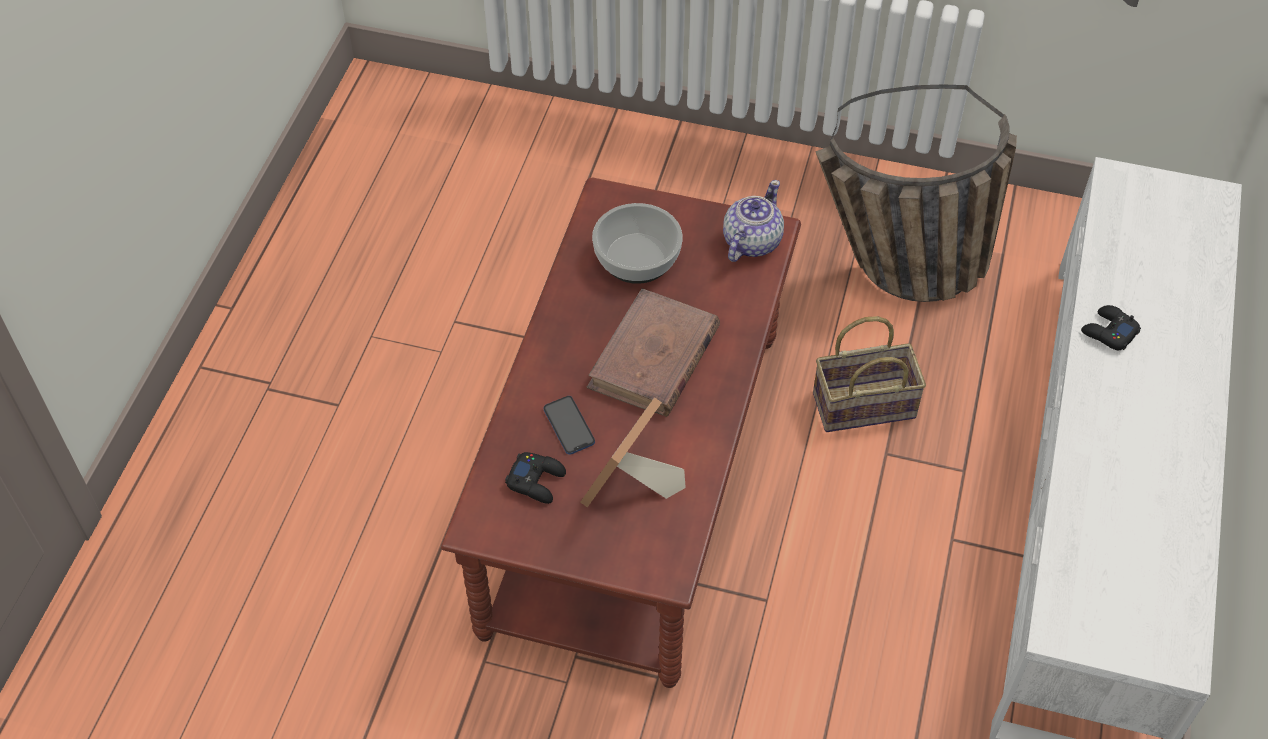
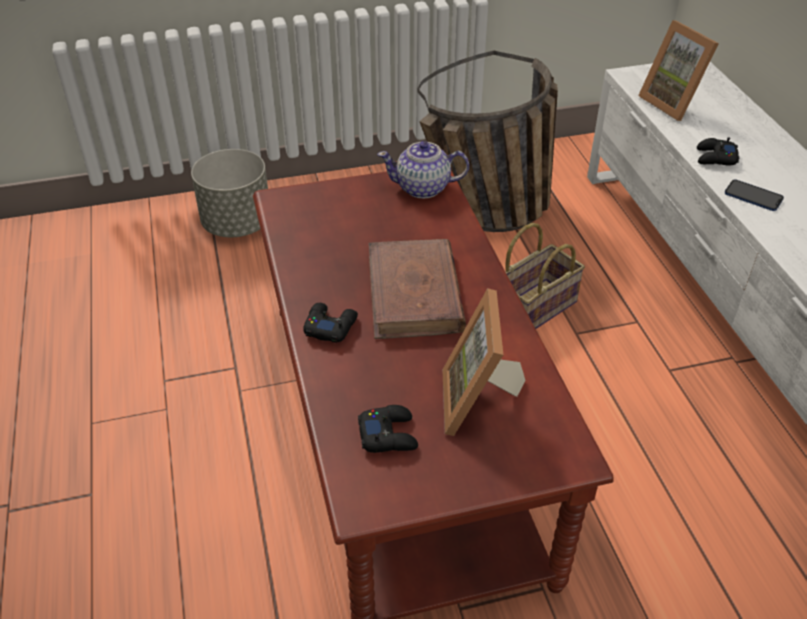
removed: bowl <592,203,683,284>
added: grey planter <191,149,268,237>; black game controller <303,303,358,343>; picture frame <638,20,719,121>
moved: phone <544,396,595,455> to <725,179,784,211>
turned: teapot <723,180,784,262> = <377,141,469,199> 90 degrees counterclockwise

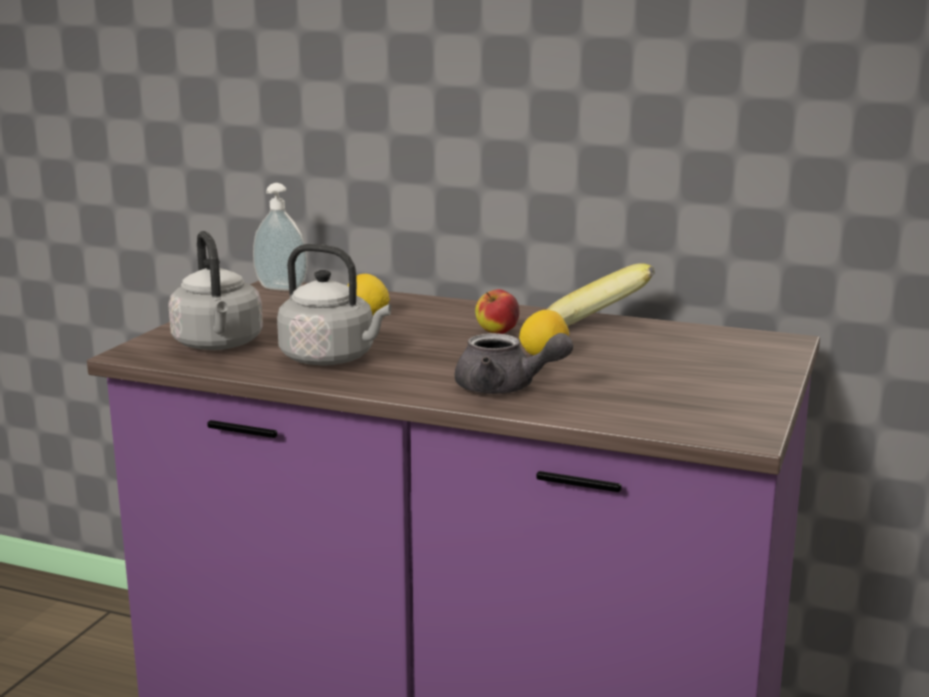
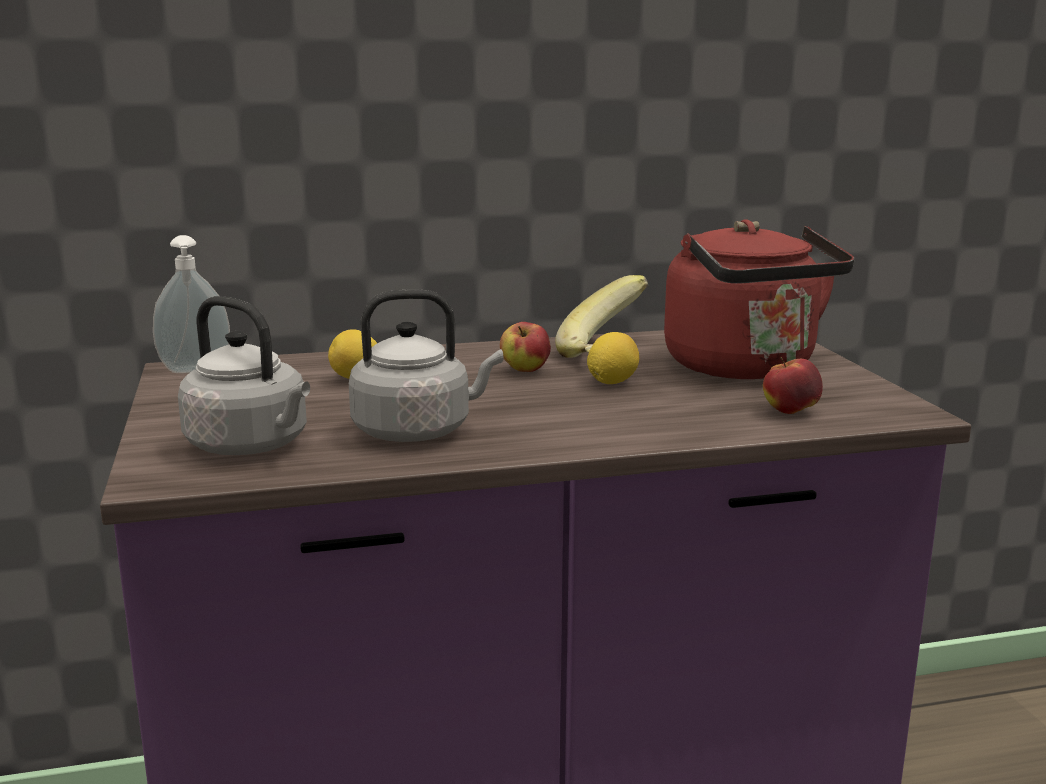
removed: grey teapot <455,333,573,394>
added: red kettle <664,219,854,379>; apple <763,357,823,414>

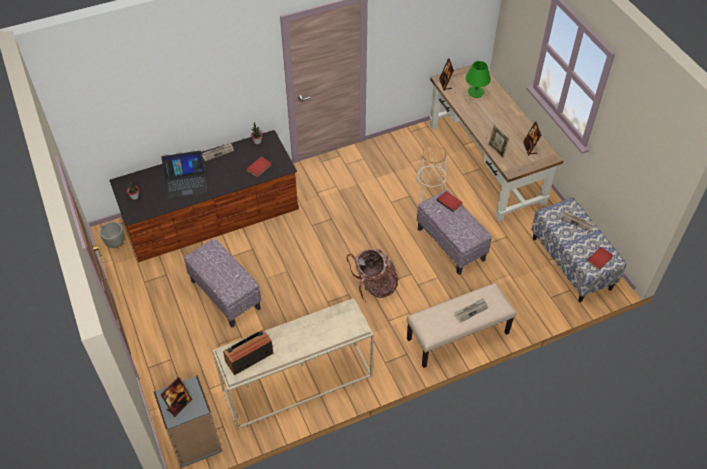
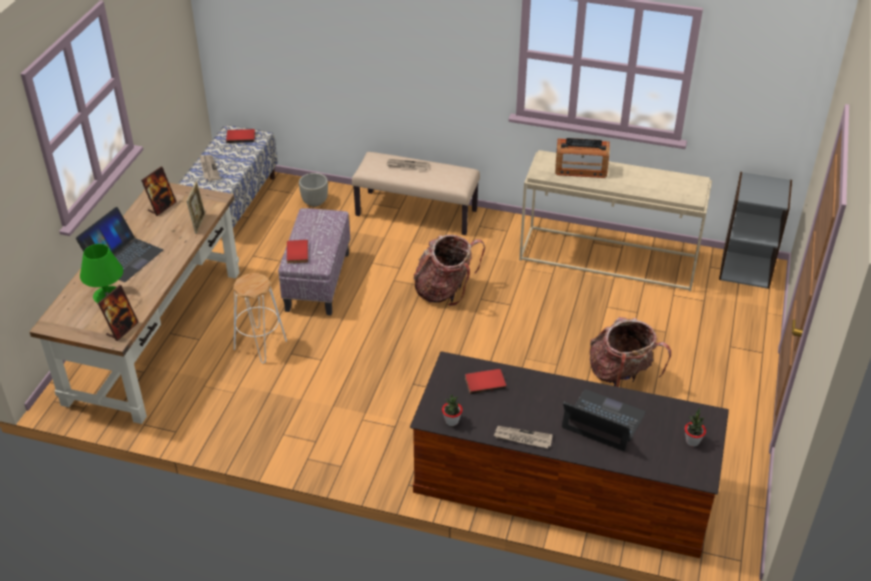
removed: picture frame <160,377,192,417>
added: laptop <76,207,163,282>
moved: grey planter <99,222,124,248> to <299,173,328,207>; radio <223,330,273,375> to <555,138,610,178>
replaced: ottoman <184,239,261,327> to backpack <589,317,671,387>

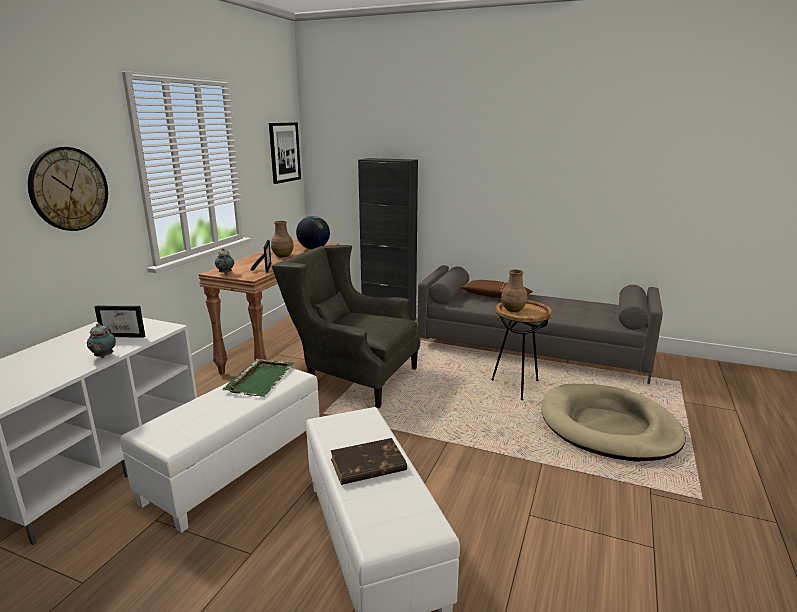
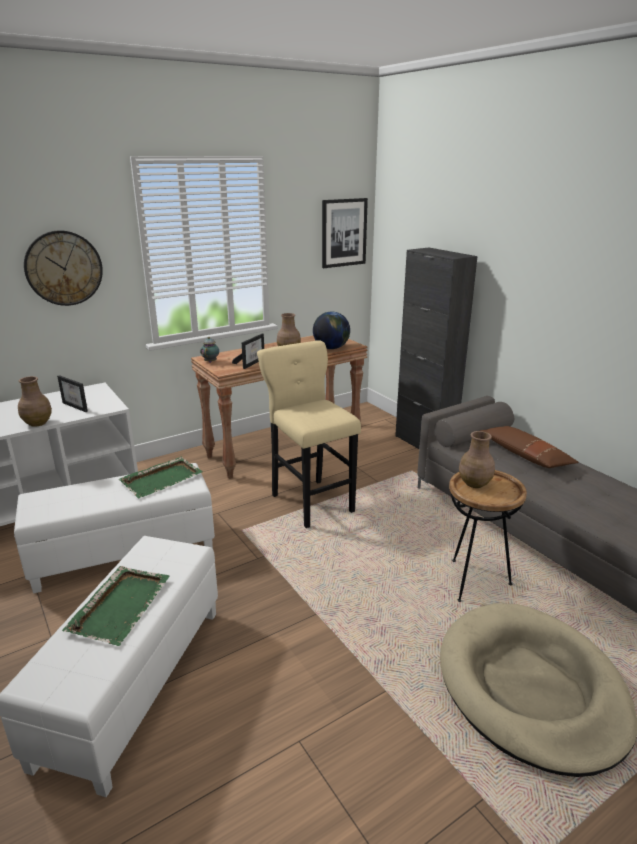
replaced: teapot <87,323,116,358> to brown vase <18,376,52,427>; brown book <330,438,407,485> to green tray <62,566,170,646>; grey armchair <272,245,420,408> to beige stool <257,340,361,528>

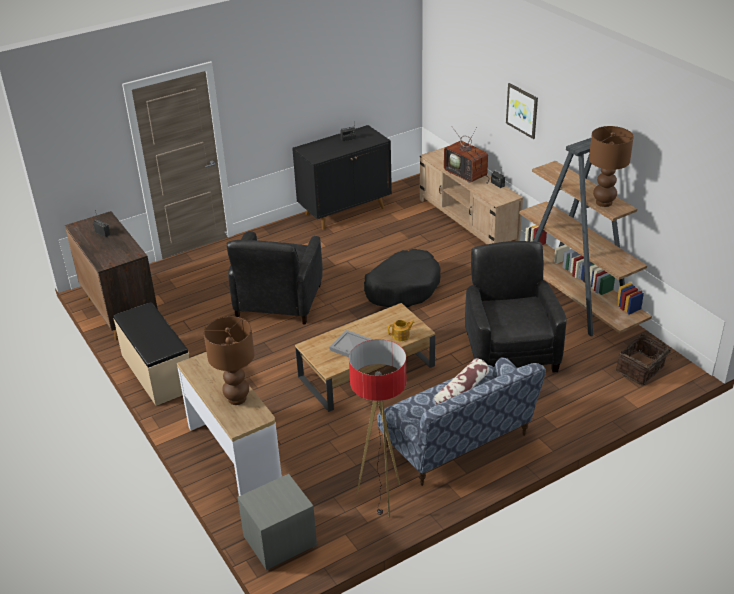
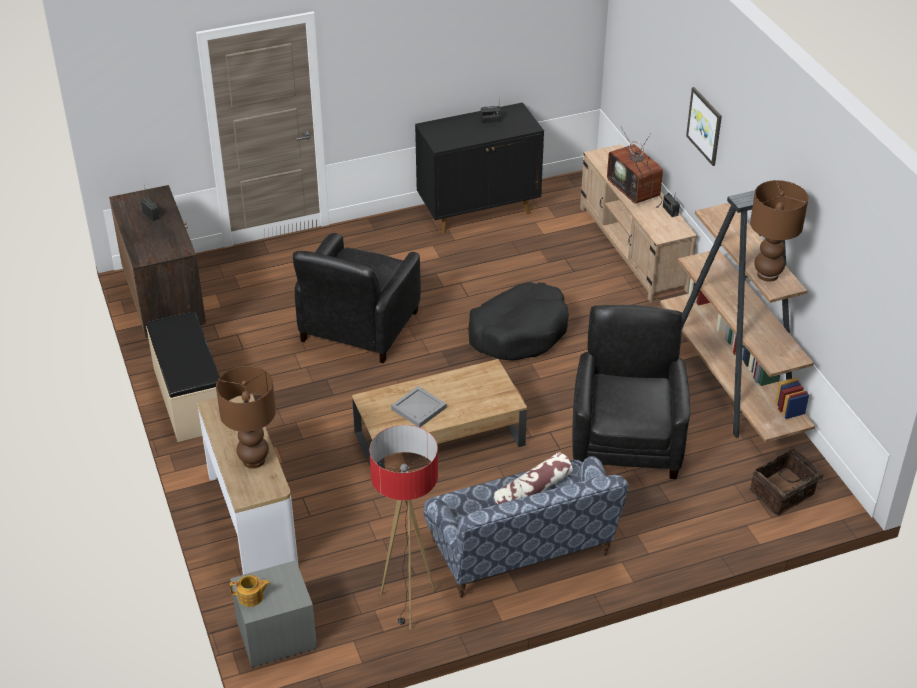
moved: teapot <388,320,415,341> to <230,575,270,607>

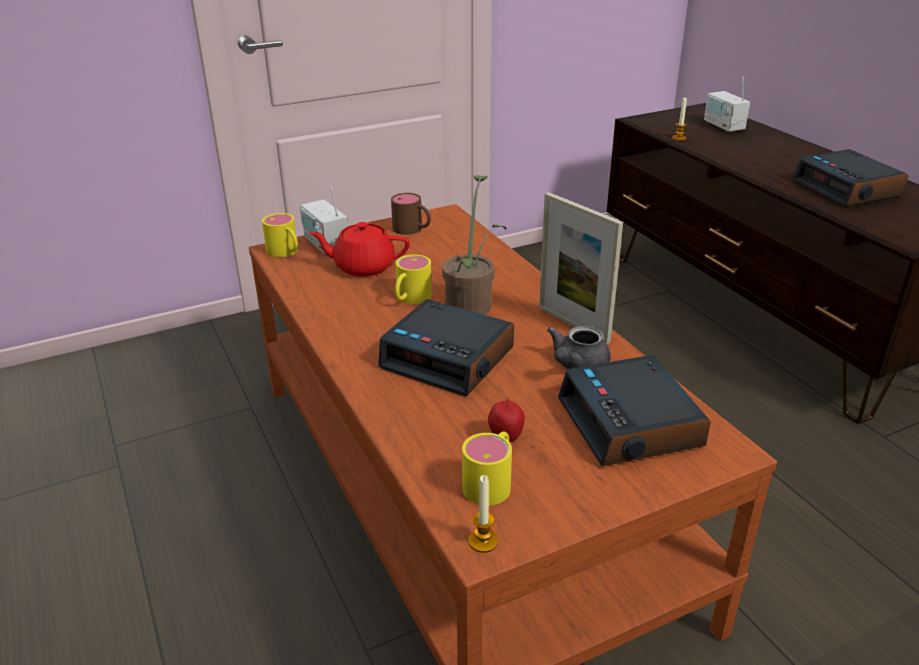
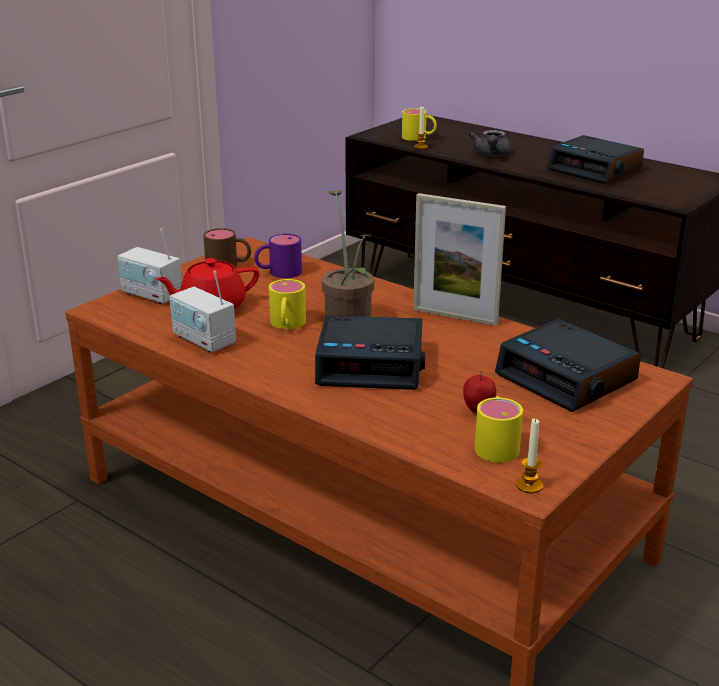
added: purple mug <254,233,302,278>
moved: radio <704,77,750,132> to <170,271,236,353>; yellow mug <262,213,298,257> to <402,108,437,141>; grey teapot <547,326,611,369> to <469,130,511,156>

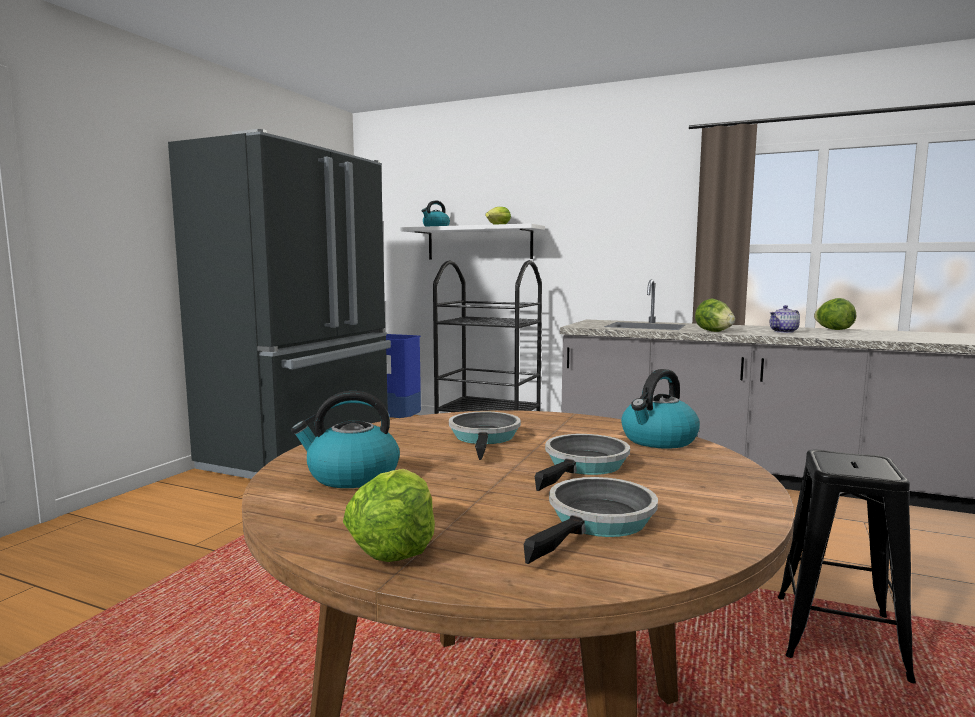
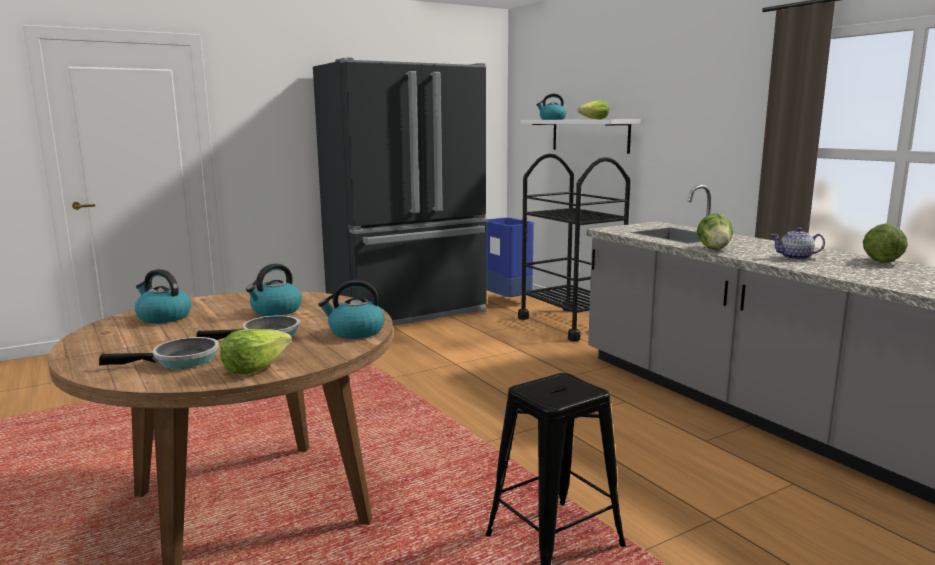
moved: lettuce <343,469,435,562> to <220,329,292,375>
replaced: frying pan <449,412,521,460> to kettle <246,263,302,316>

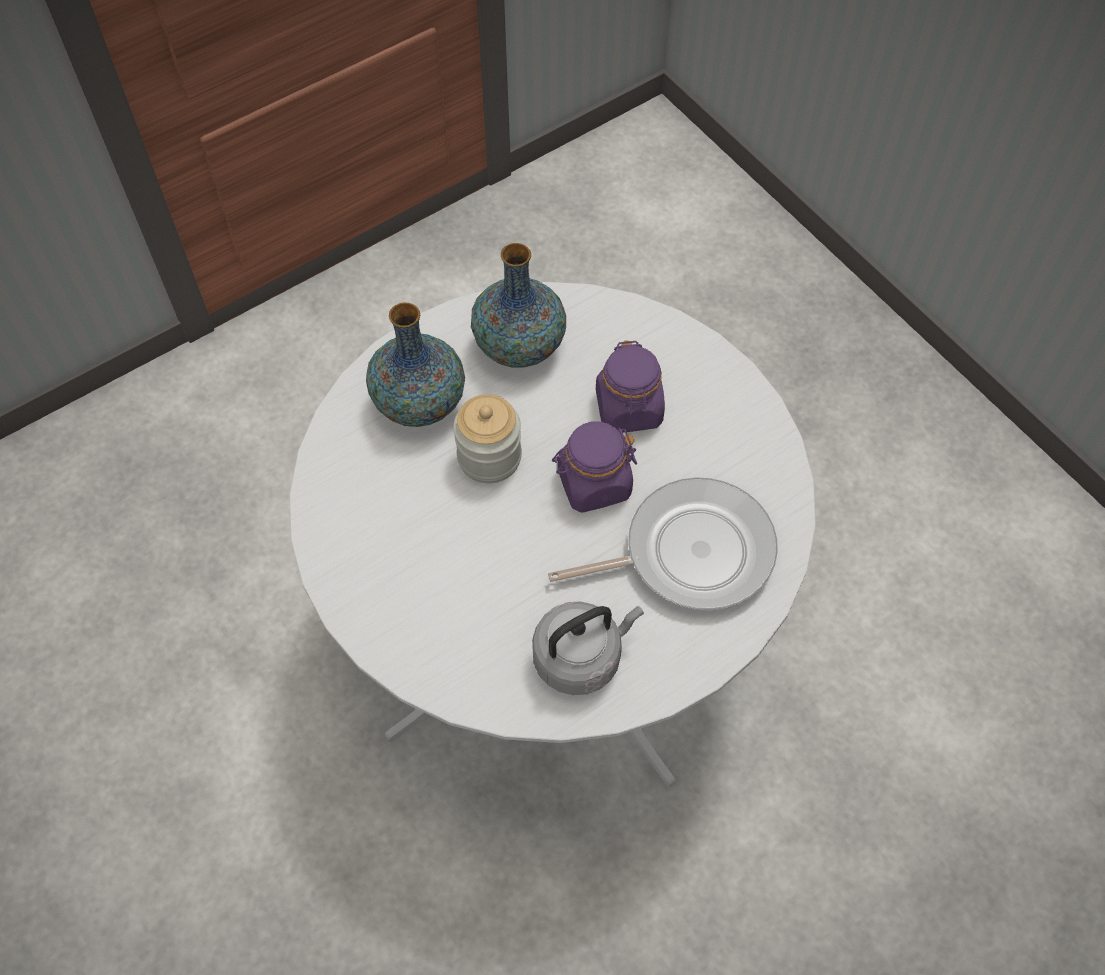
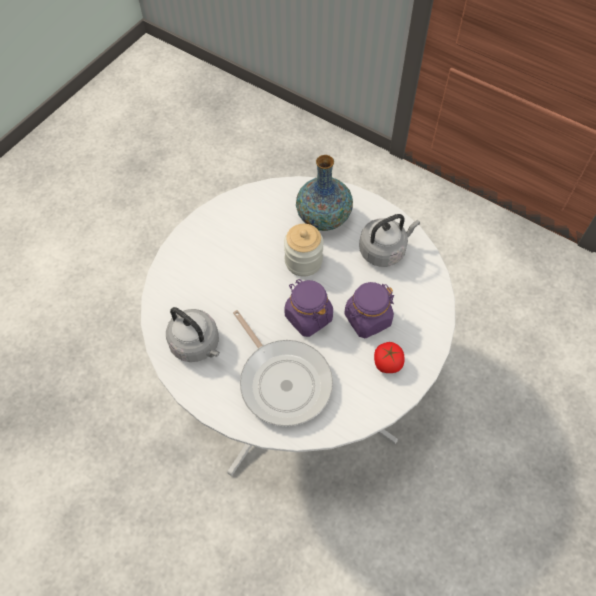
added: tomato <374,342,405,373>
replaced: vase <471,243,566,367> to grey kettle <359,214,420,267>

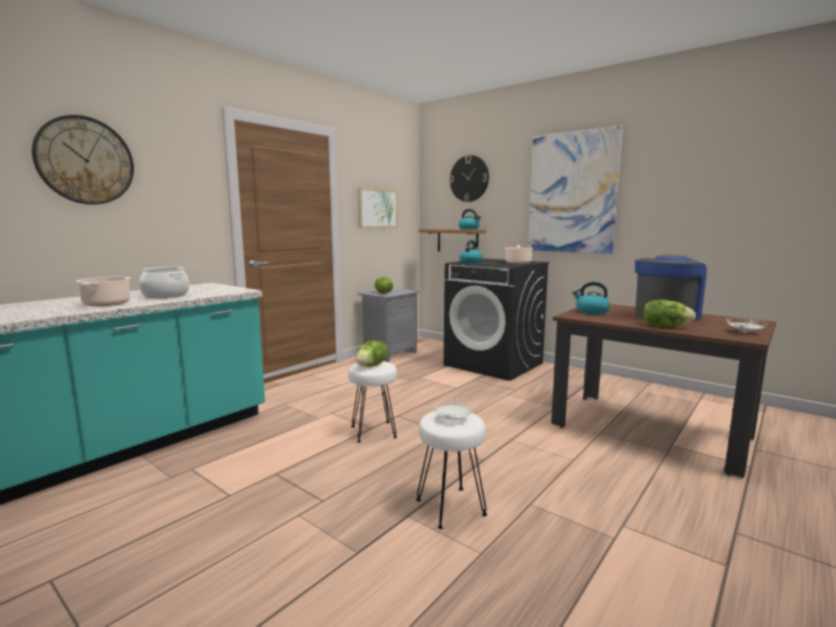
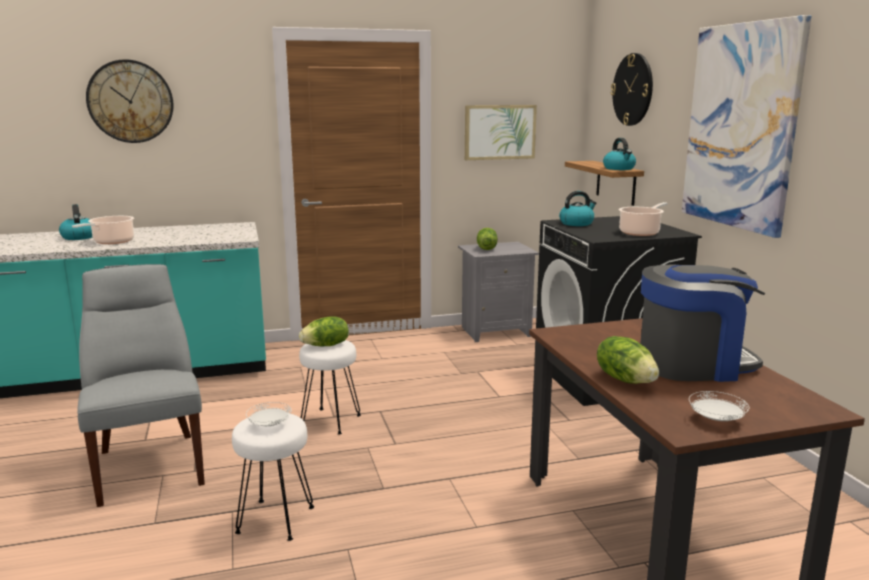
removed: cooking pot <139,267,189,298>
added: grey chair <77,264,205,507>
moved: kettle <572,282,610,314> to <59,204,93,240>

